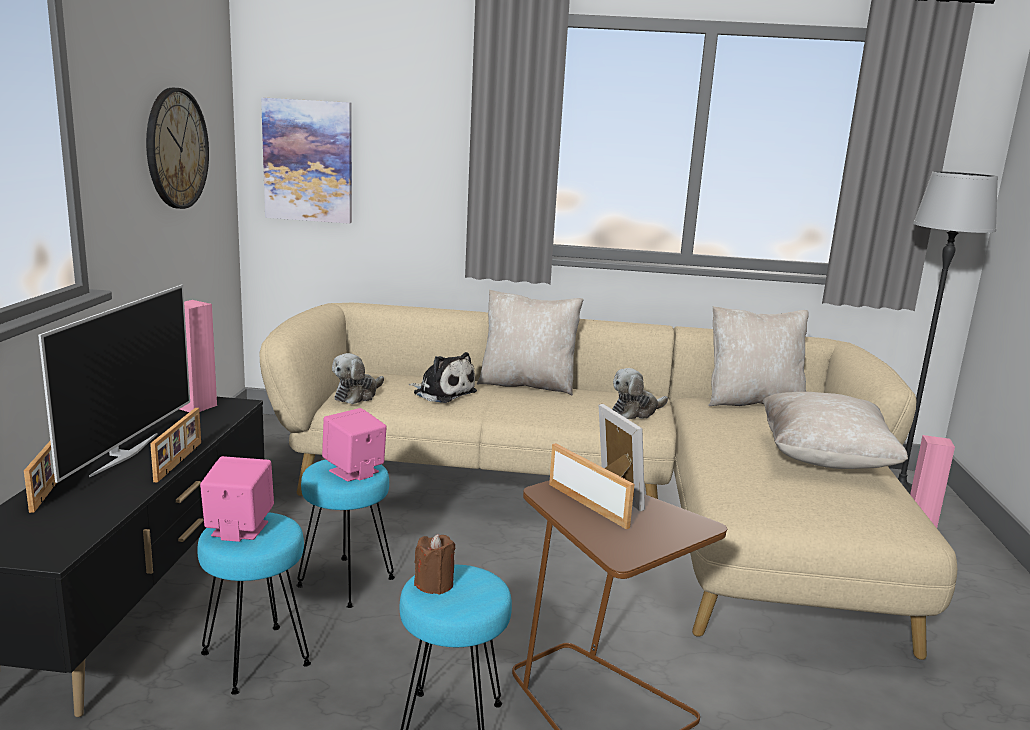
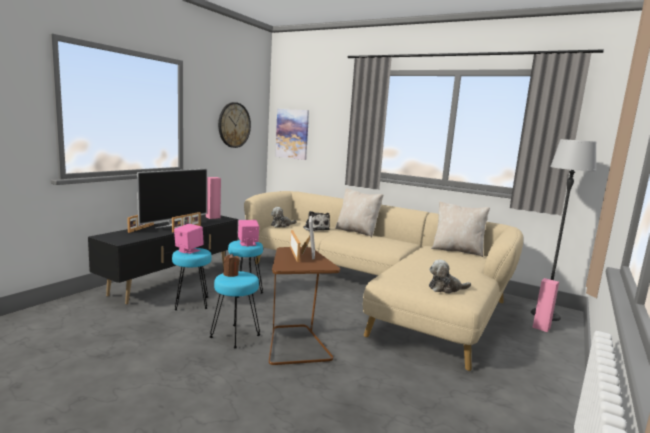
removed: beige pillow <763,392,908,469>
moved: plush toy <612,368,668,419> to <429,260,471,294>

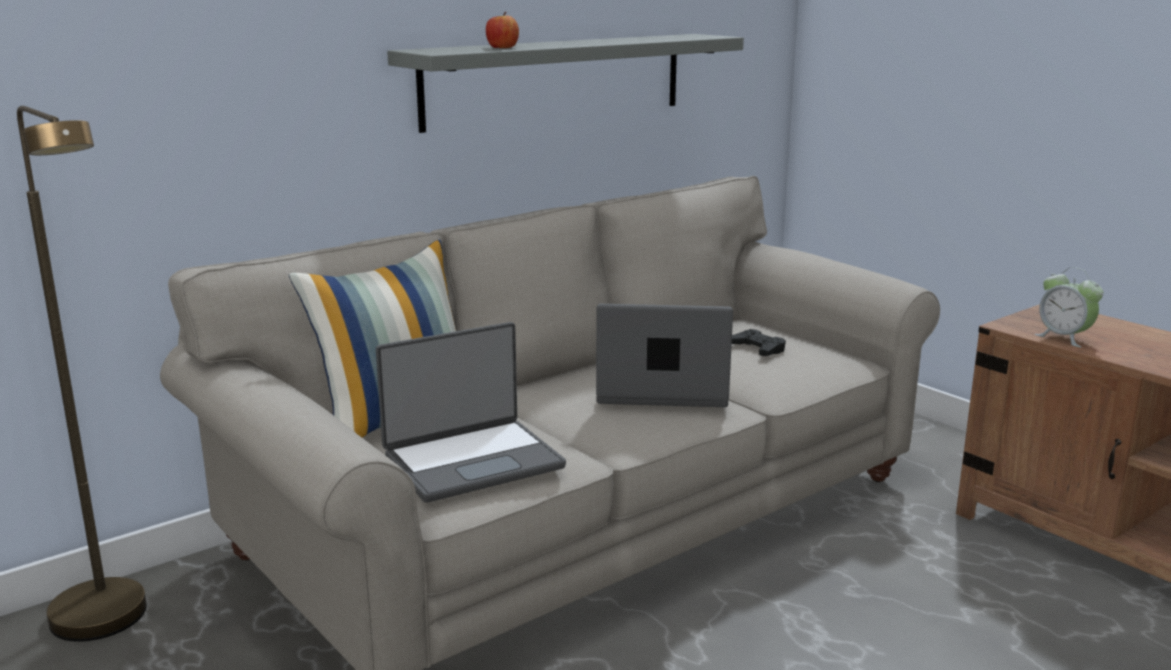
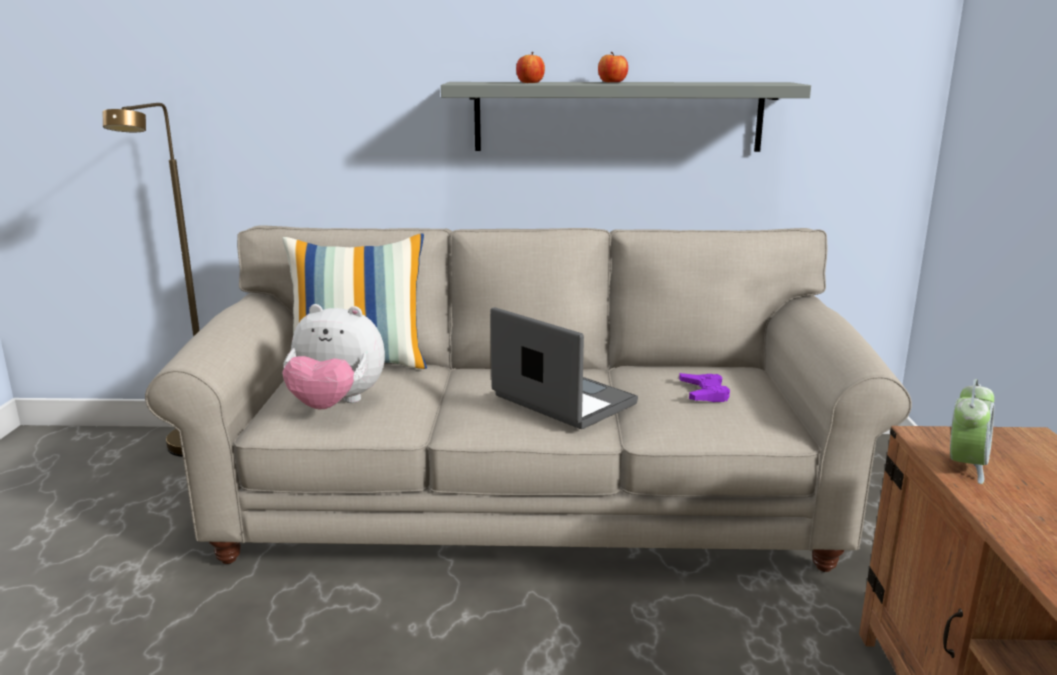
added: apple <598,52,628,82>
replaced: laptop <376,322,566,503> to plush toy <282,304,385,410>
recoloured: black game controller <732,329,786,356> to purple game controller <679,373,730,402>
turned: alarm clock <1034,267,1103,347> = <950,379,994,484> 150 degrees counterclockwise

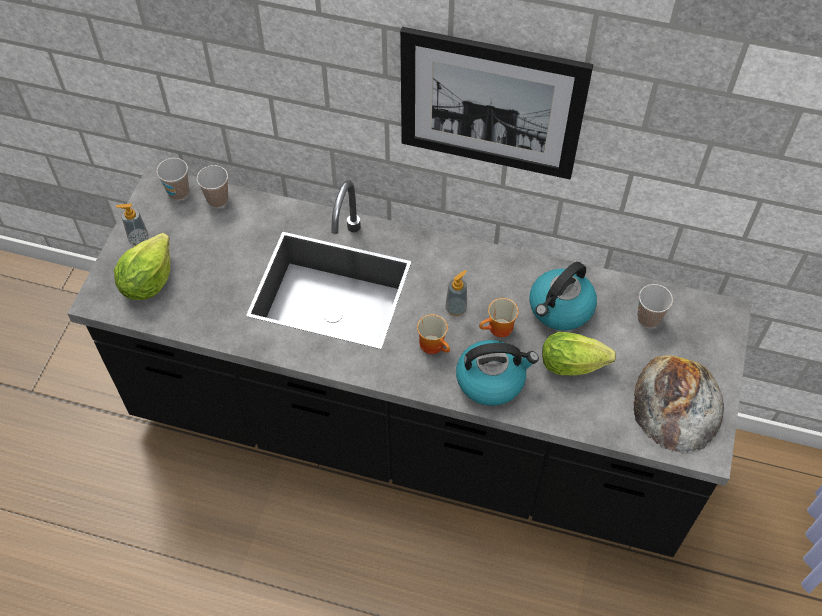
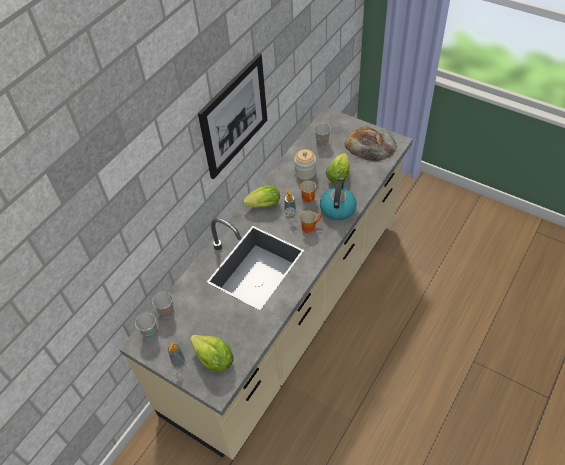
added: lettuce <243,185,280,208>
replaced: kettle <529,262,597,331> to jar <294,149,316,180>
recoloured: black counter <67,166,752,557> to beige counter <119,107,413,460>

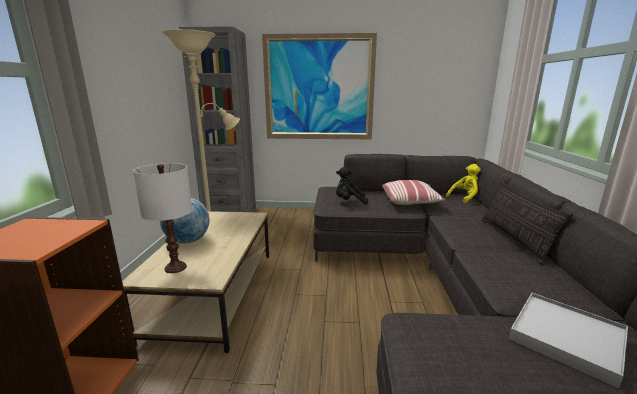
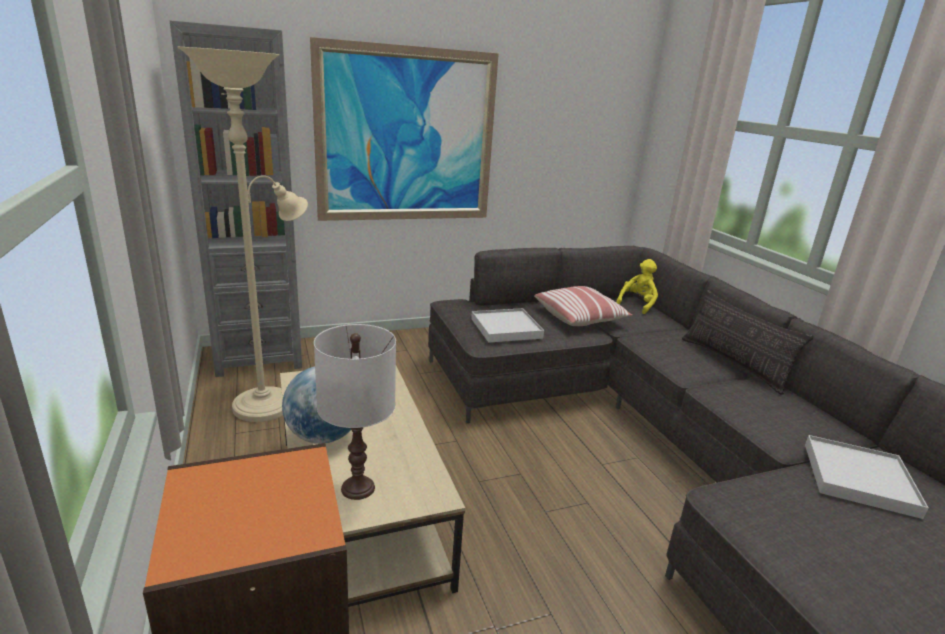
replaced: black plush toy <336,167,368,205> to white tray <471,308,544,343>

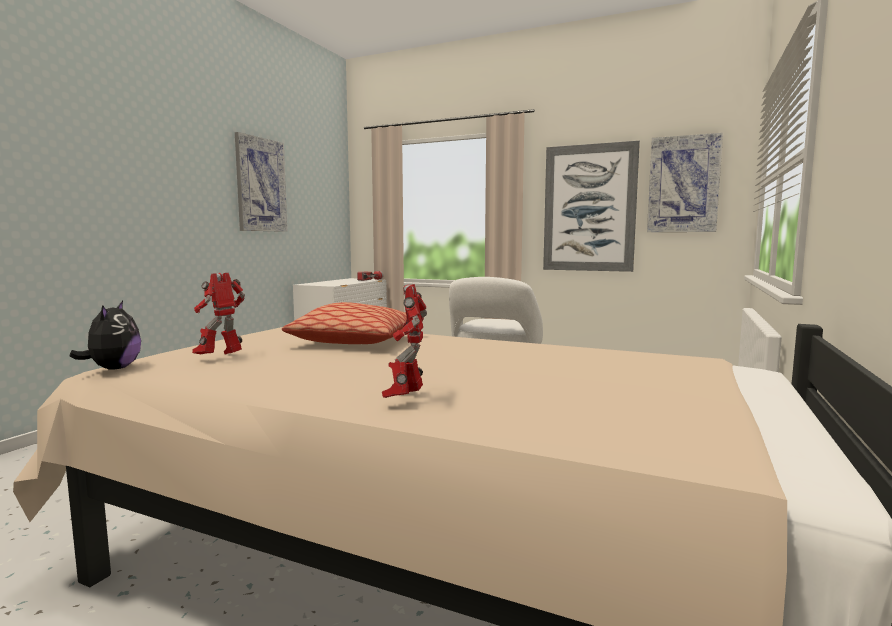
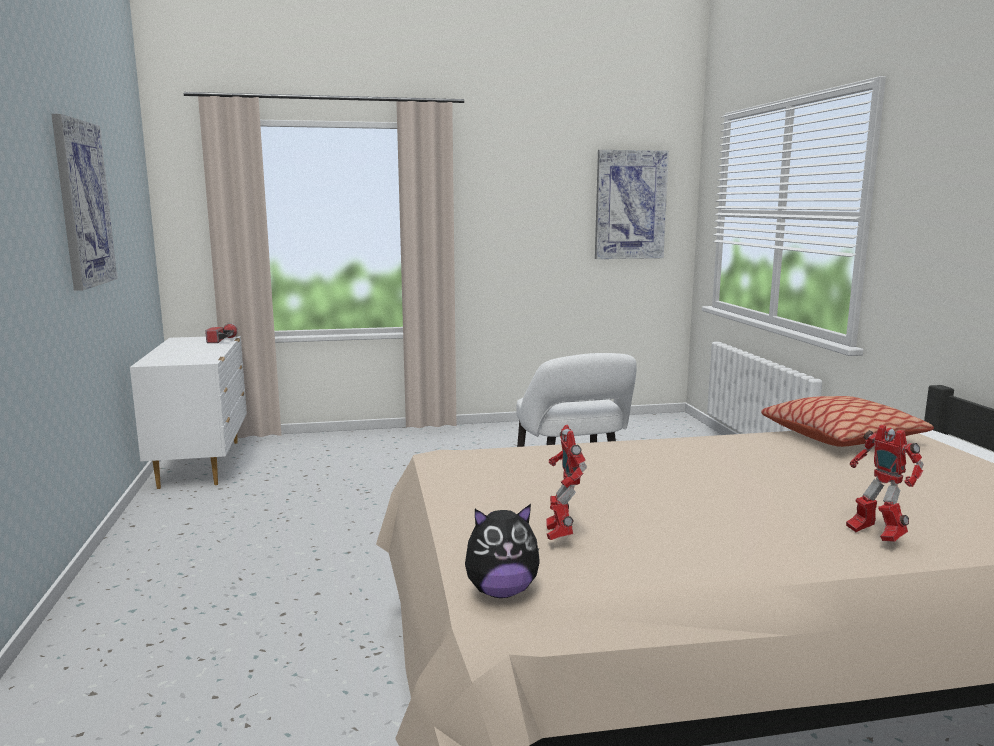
removed: picture <543,141,640,272>
moved: pillow <282,302,423,344> to <761,396,934,447>
turned: plush toy <69,301,141,370> = <465,504,540,598> 120 degrees clockwise

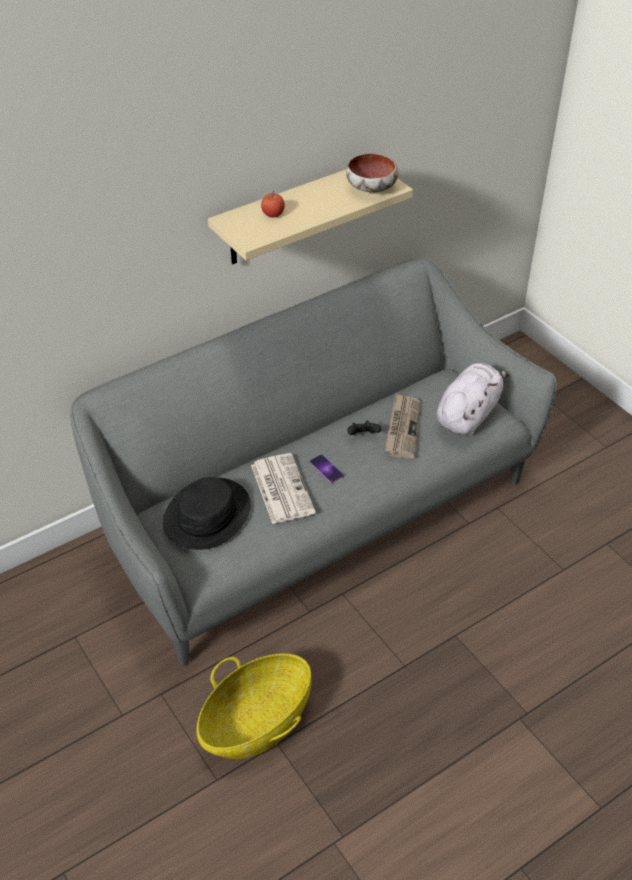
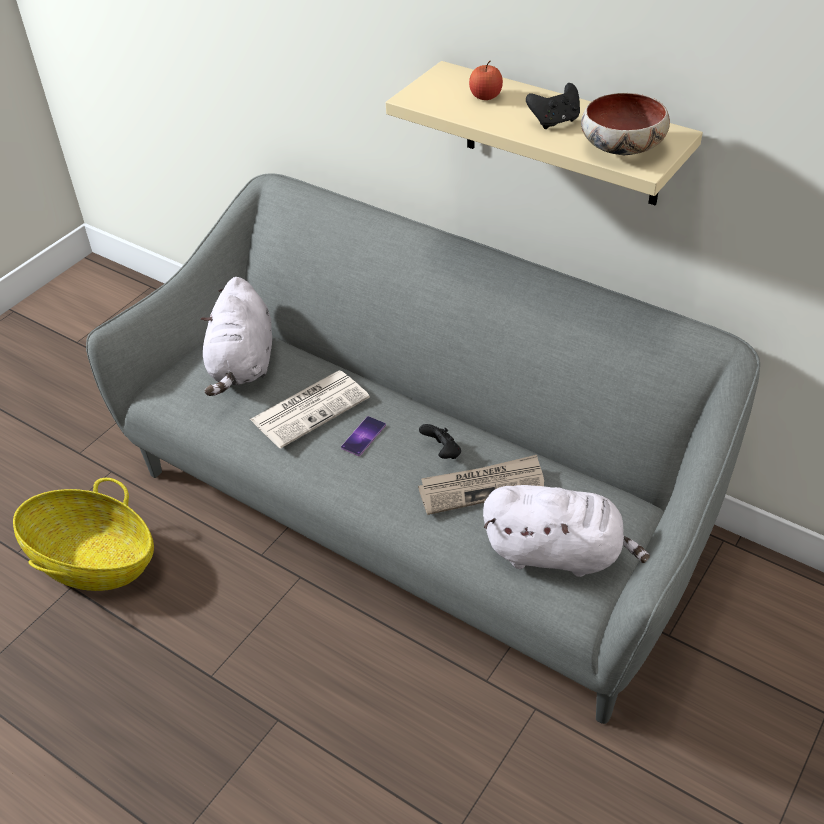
added: black game controller <526,83,580,129>
replaced: black hat <163,477,251,550> to white plush toy <200,277,272,396>

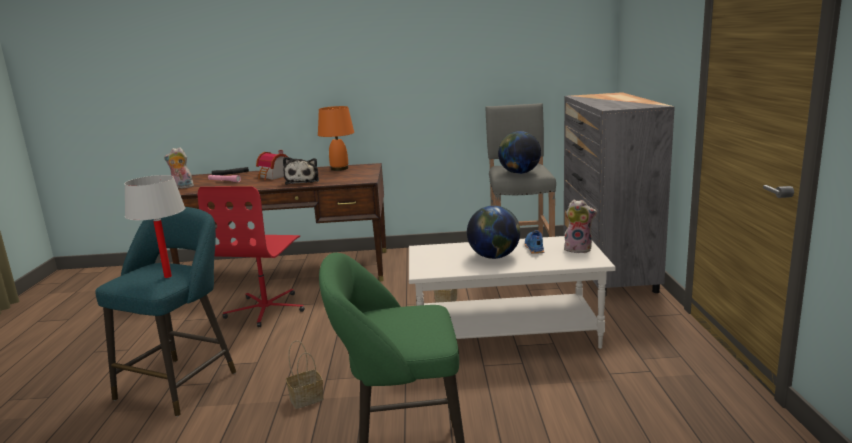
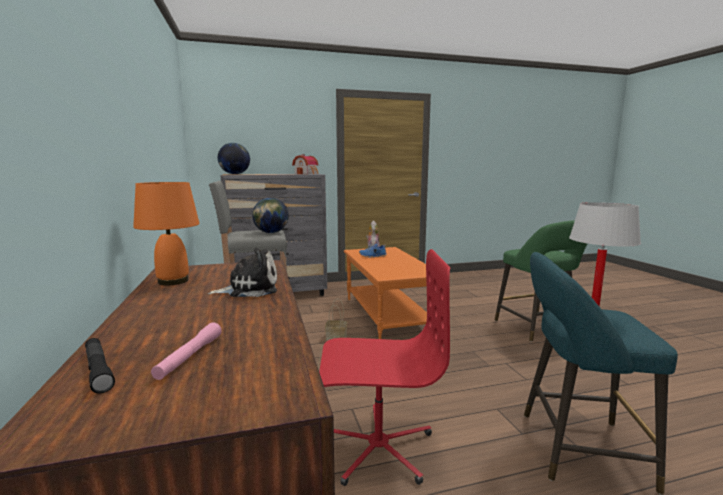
removed: plush toy <164,147,194,189>; basket <286,340,324,409>
moved: globe <467,206,520,259> to <218,143,250,174>; toy house <256,150,288,180> to <292,154,318,174>
recoloured: white coffee table <409,236,616,349> to orange coffee table <344,247,427,339>

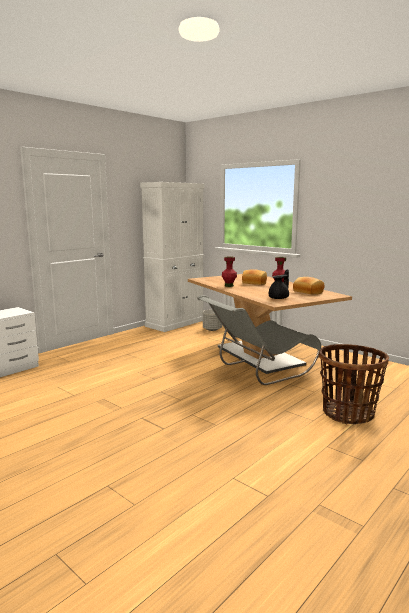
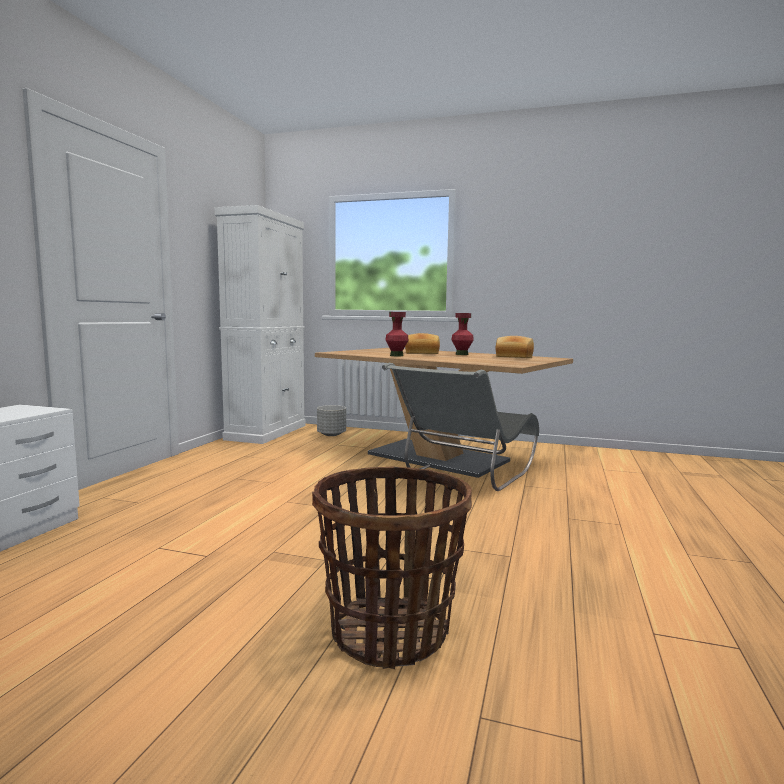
removed: black teapot <269,269,289,299>
moved: basket <319,344,389,425> to <312,466,472,669>

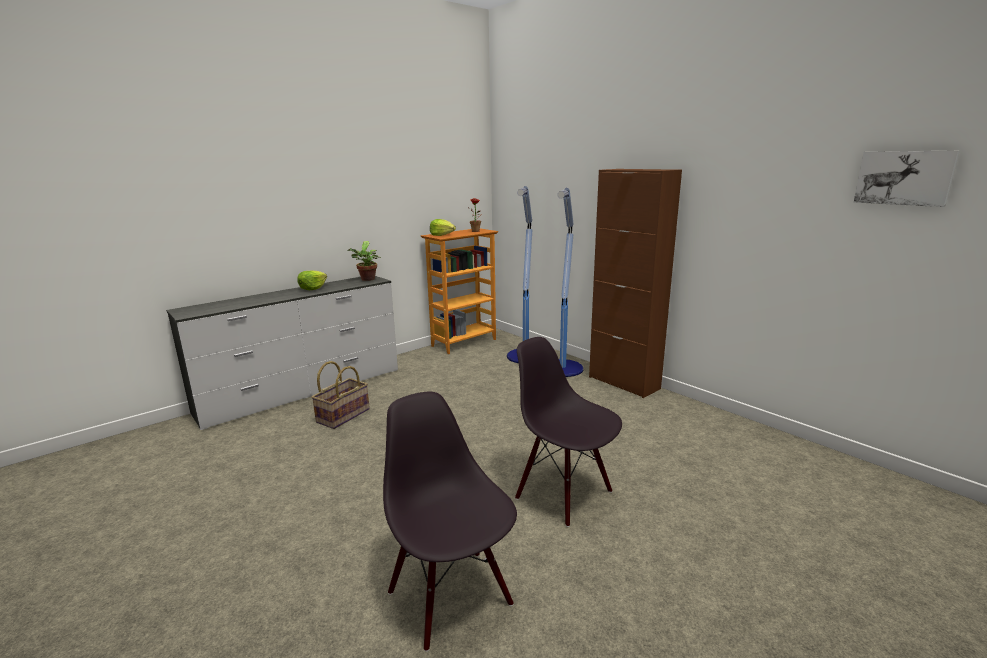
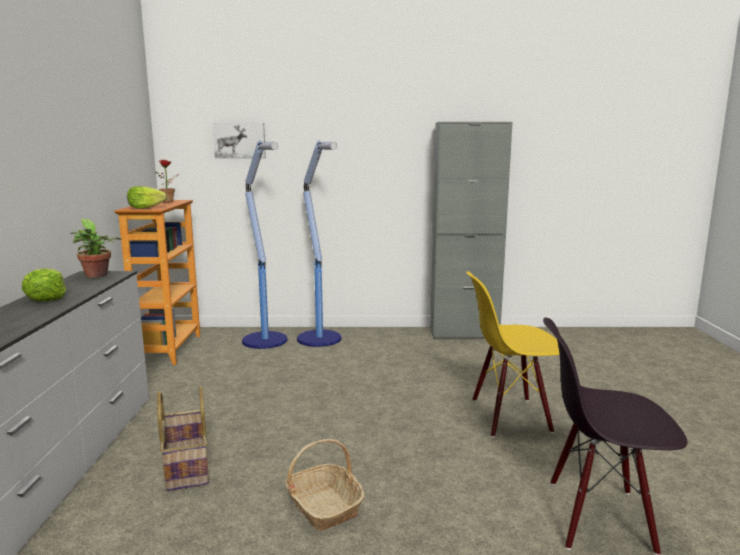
removed: brown cabinet <589,169,682,398>
added: basket <284,439,365,531>; grey cabinet <430,122,512,339>
moved: picture <854,151,960,207> to <213,123,266,158>
recoloured: black chair <515,337,622,527> to yellow chair <466,271,560,437>

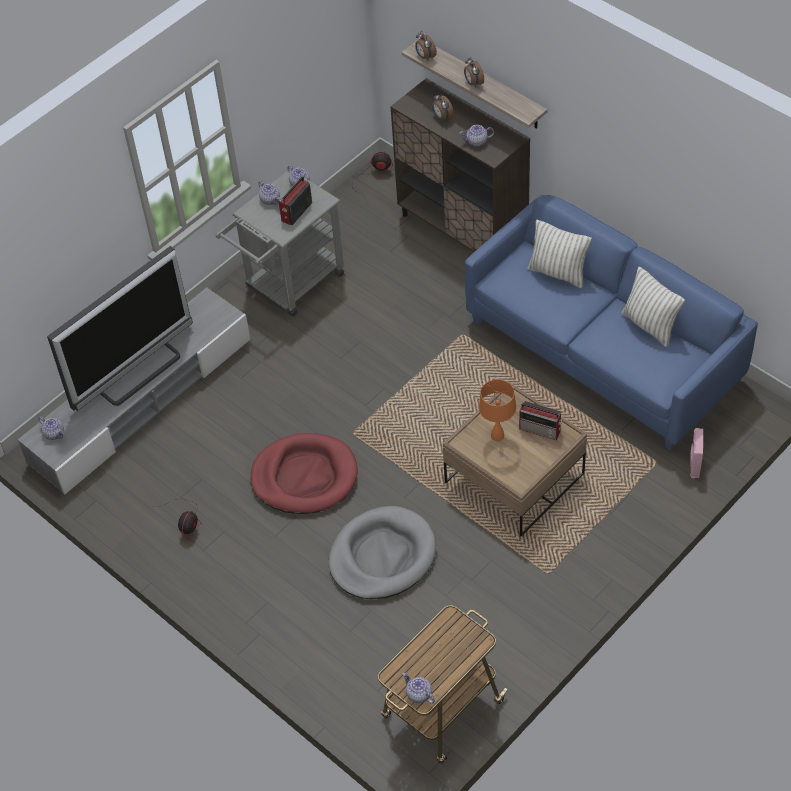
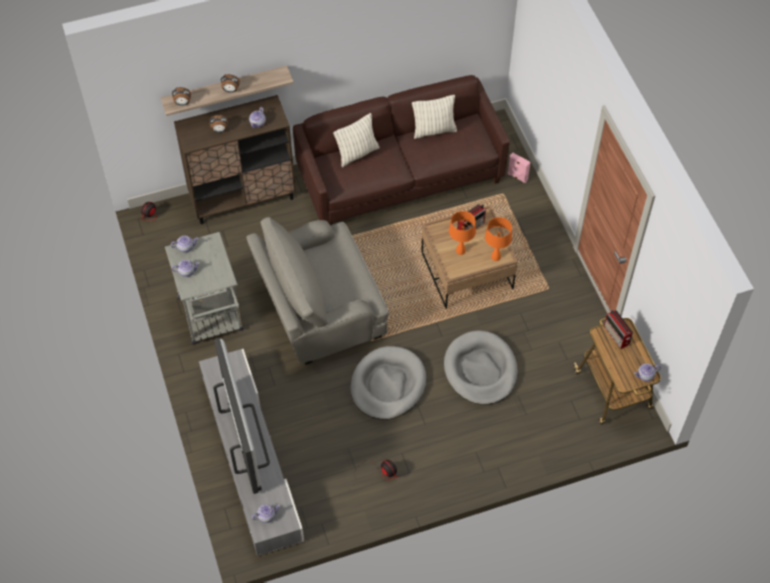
added: grey armchair <246,217,389,365>; orange table lamp <485,217,512,261>
moved: radio <279,176,312,225> to <604,310,633,349>
recoloured: blue sofa <465,195,758,451> to brown sofa <293,75,510,225>; red dog bed <250,433,358,514> to grey dog bed <351,346,426,420>

